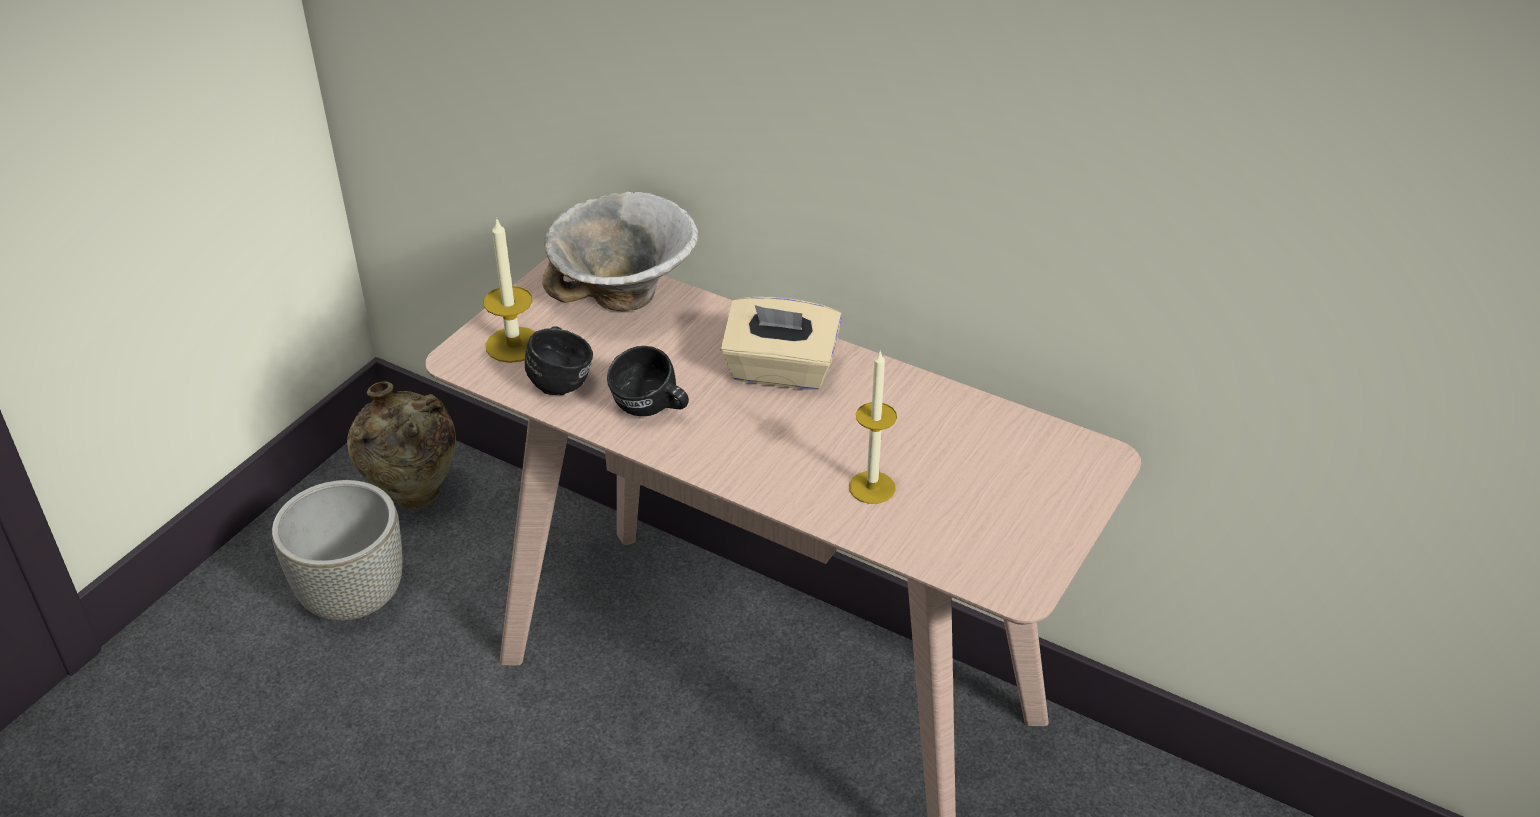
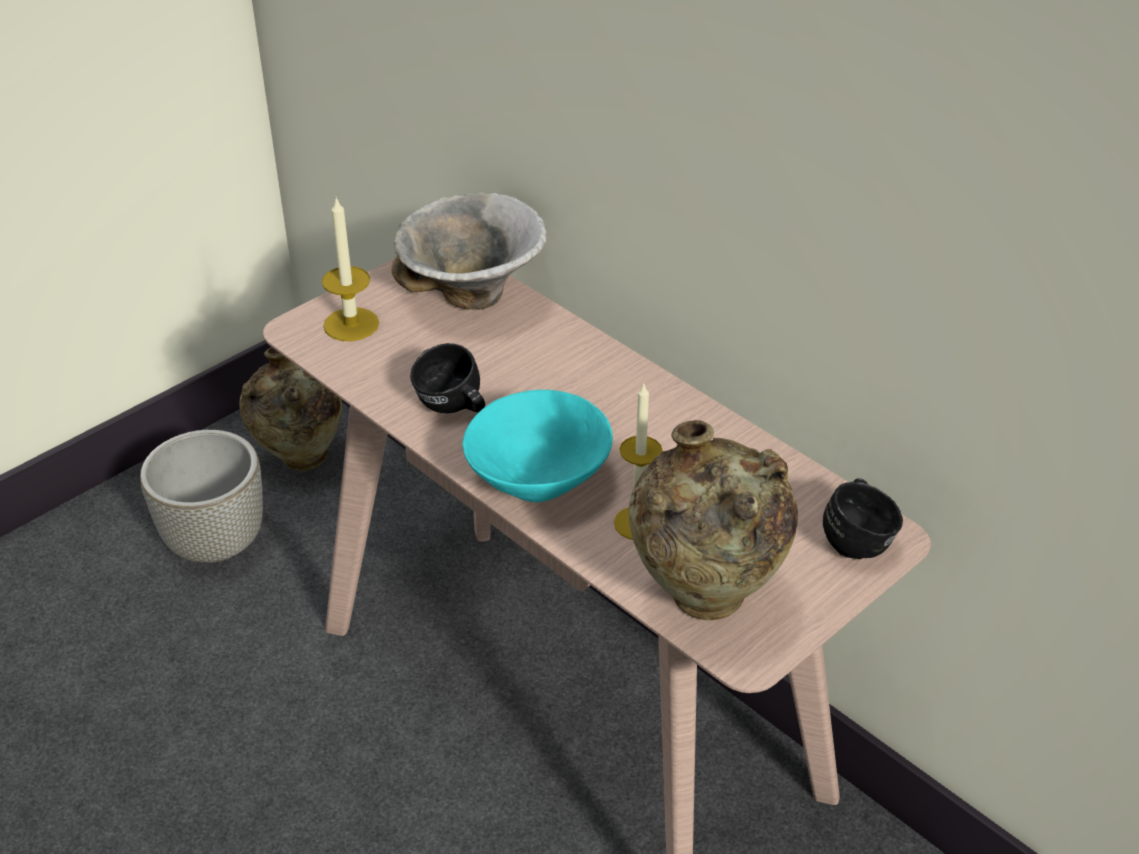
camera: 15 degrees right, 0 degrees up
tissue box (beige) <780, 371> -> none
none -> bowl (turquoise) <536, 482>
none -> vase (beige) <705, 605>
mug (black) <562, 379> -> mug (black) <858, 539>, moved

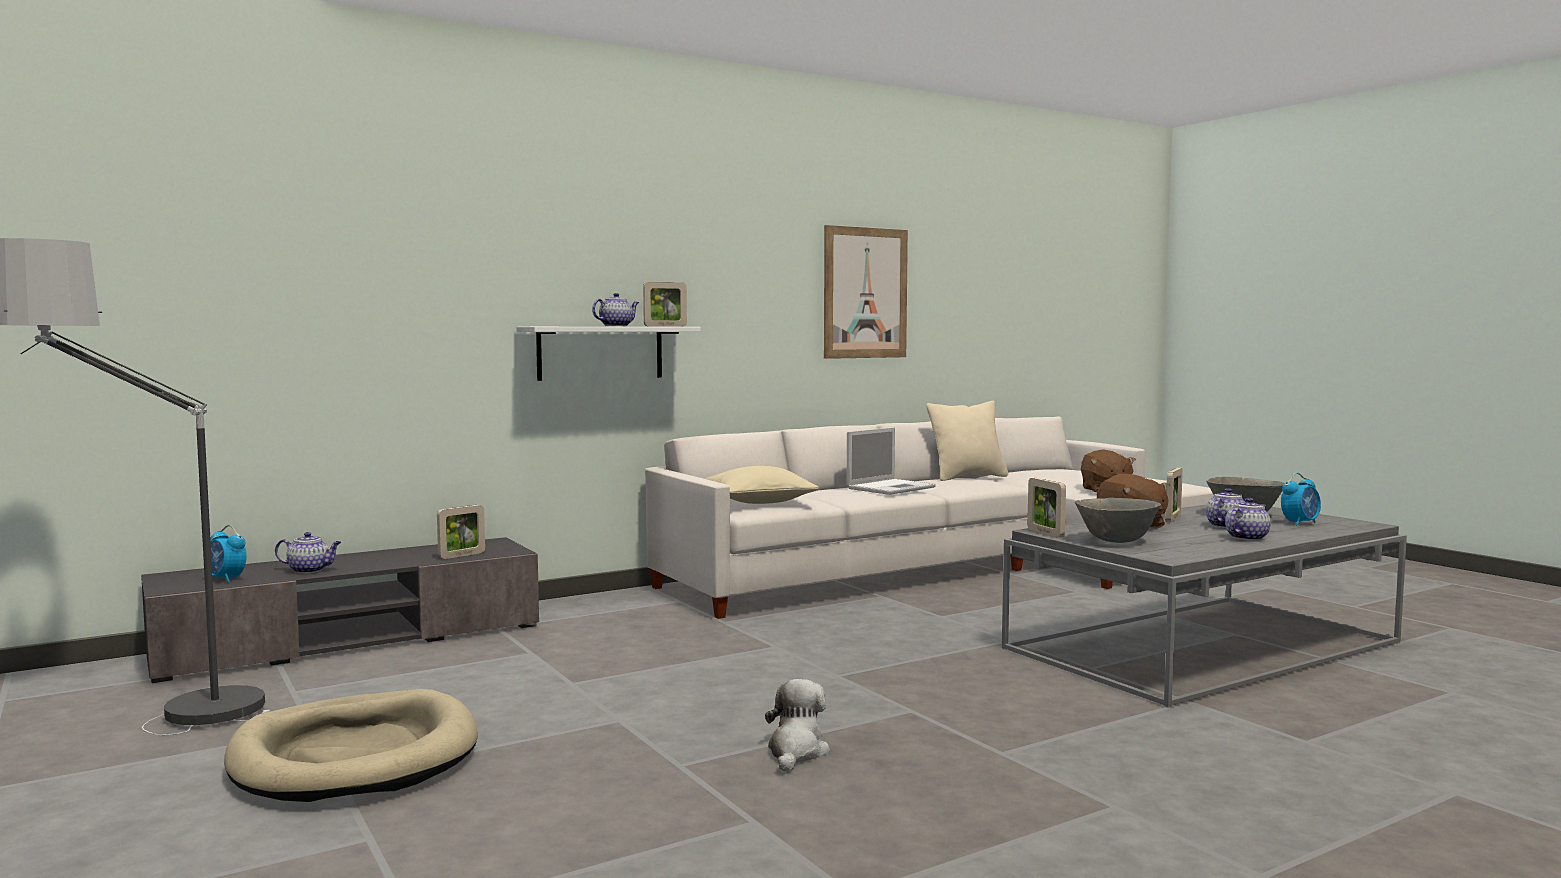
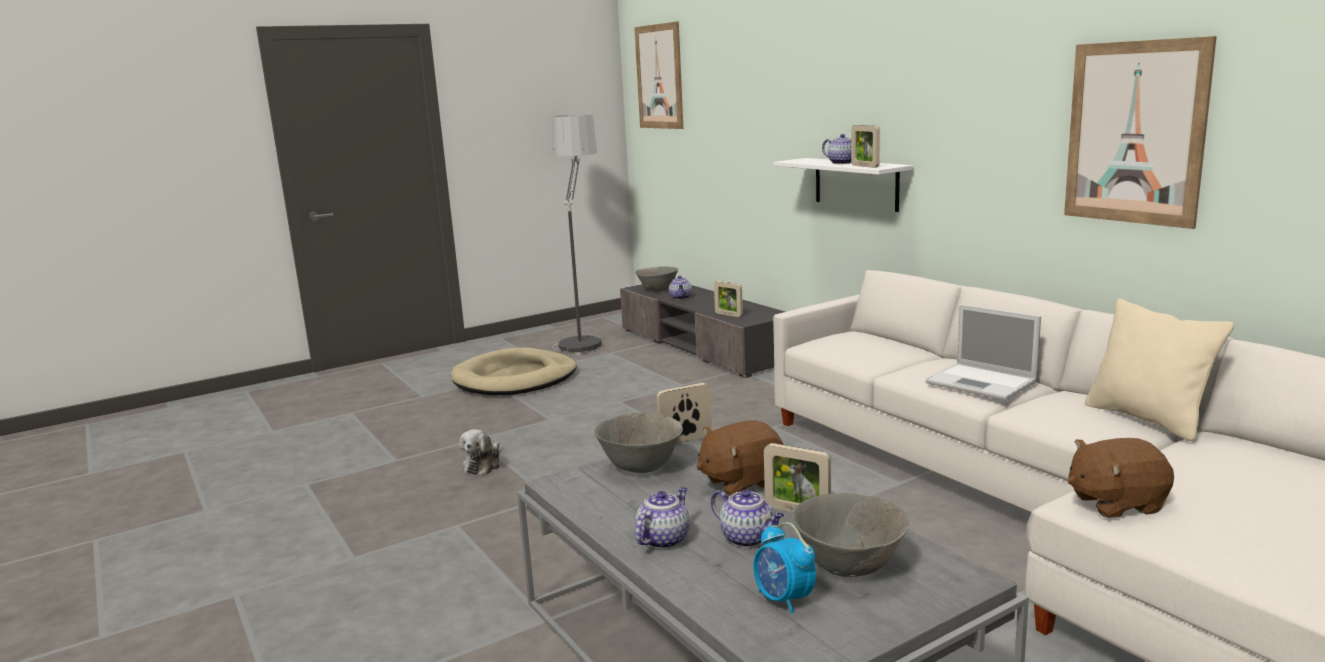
camera: 90 degrees right, 10 degrees up
pillow (beige) <758, 501> -> none
none -> picture <659, 77>
alarm clock <225, 579> -> bowl (grey) <658, 290>
plush toy <796, 752> -> plush toy <483, 465>, 90 degrees clockwise
teapot <1247, 538> -> teapot <663, 539>, 105 degrees counterclockwise

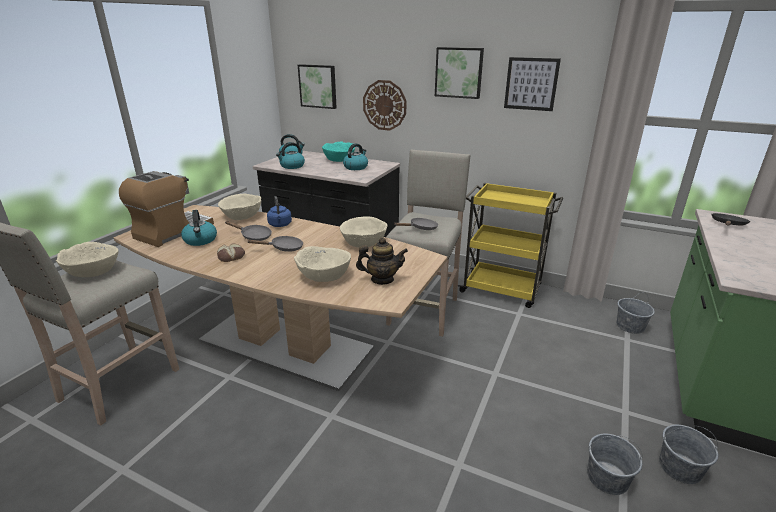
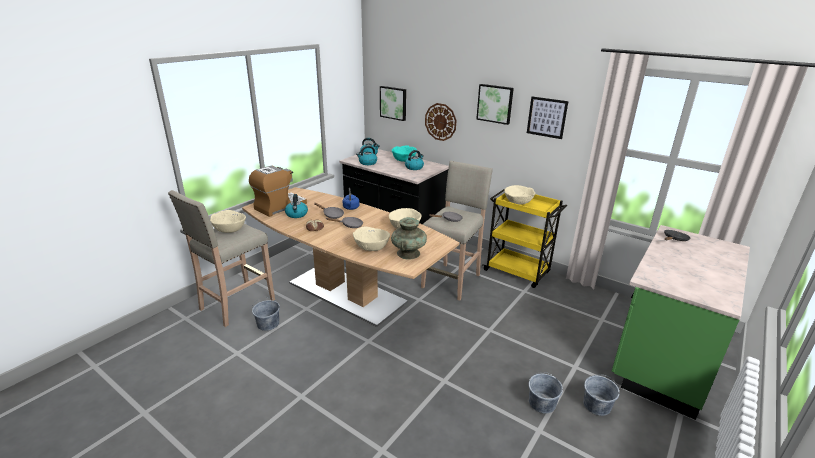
camera: 10 degrees right, 0 degrees up
bowl (beige) <242, 216> -> bowl (beige) <518, 202>, moved
bucket (grey) <630, 326> -> bucket (grey) <268, 324>, moved
teapot <382, 279> -> vase (turquoise) <408, 253>

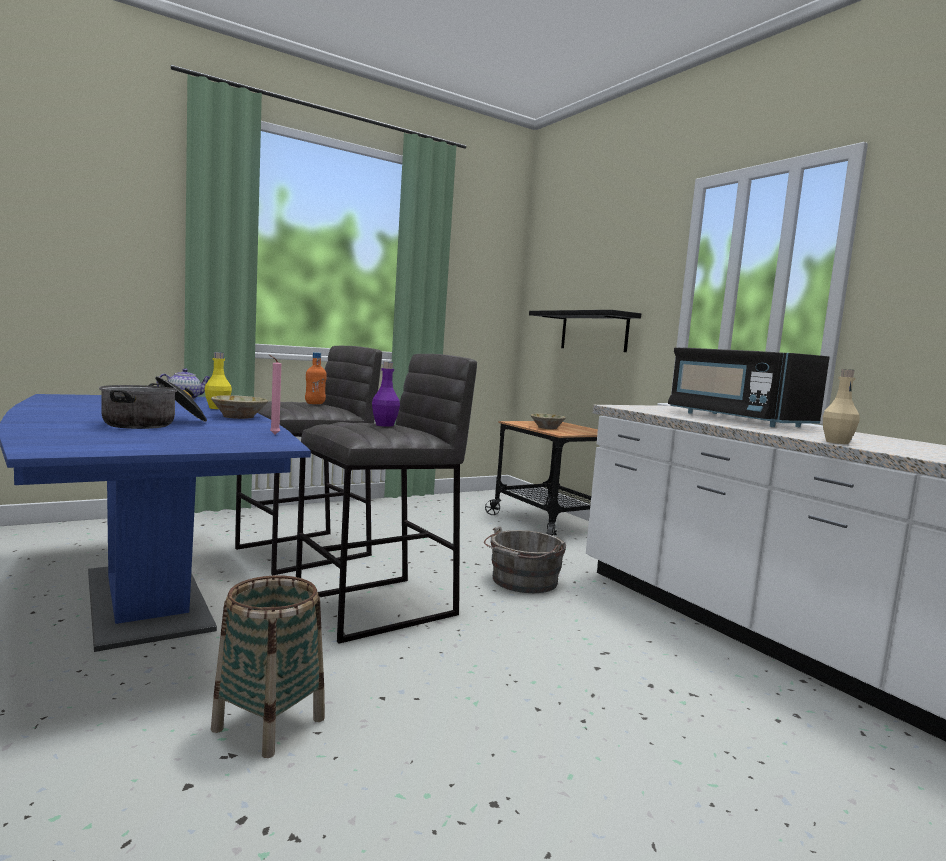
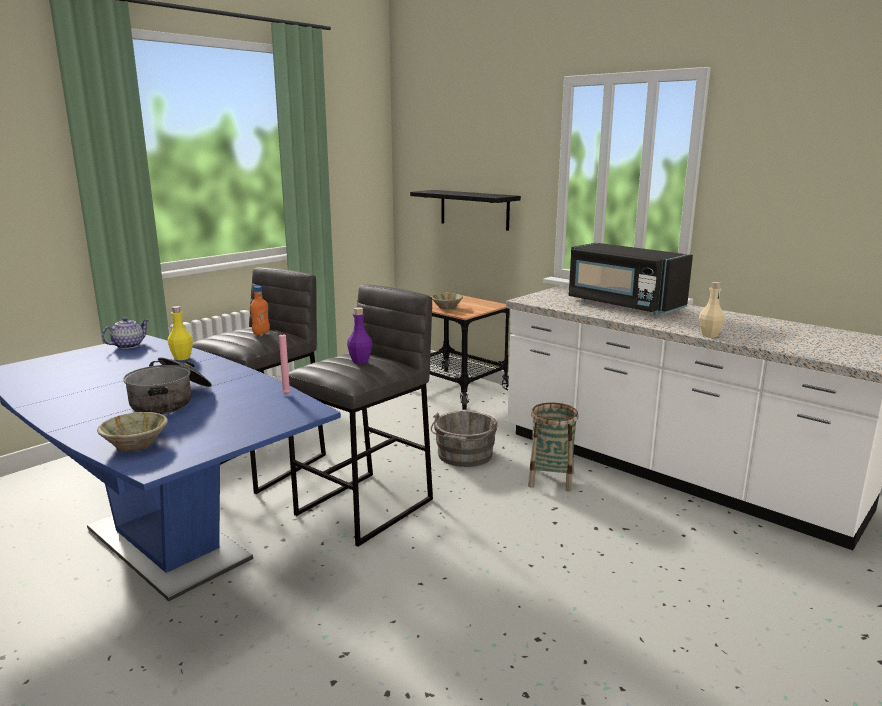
camera: 15 degrees left, 10 degrees up
bowl (beige) <239, 417> -> bowl (beige) <136, 444>, moved
basket <268, 724> -> basket <550, 479>, moved

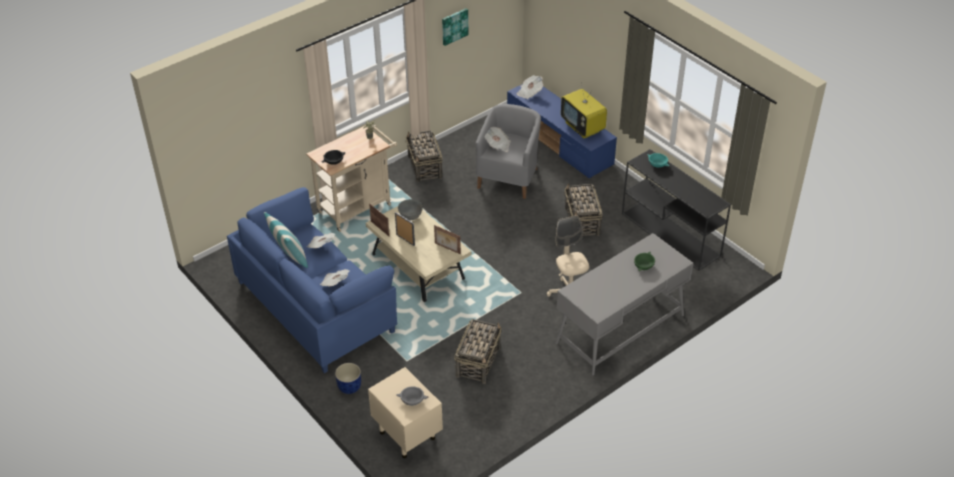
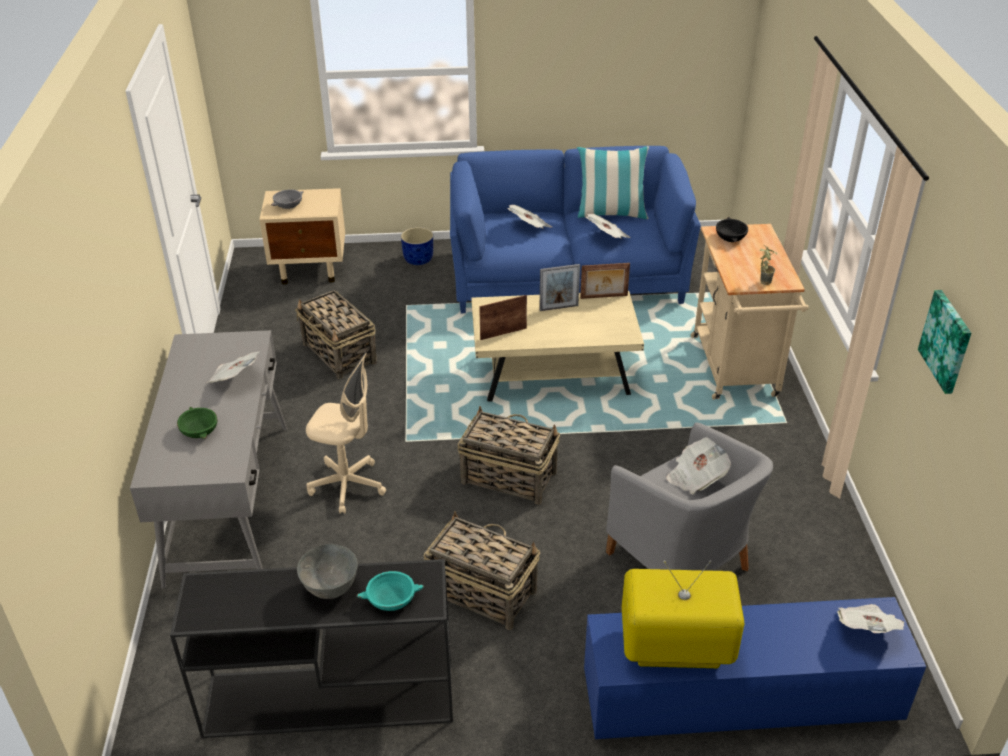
camera: 125 degrees right, 5 degrees down
none -> newspaper <235, 379>
bowl (grey) <410, 217> -> bowl (grey) <331, 588>, moved
basket <425, 167> -> basket <507, 477>, moved

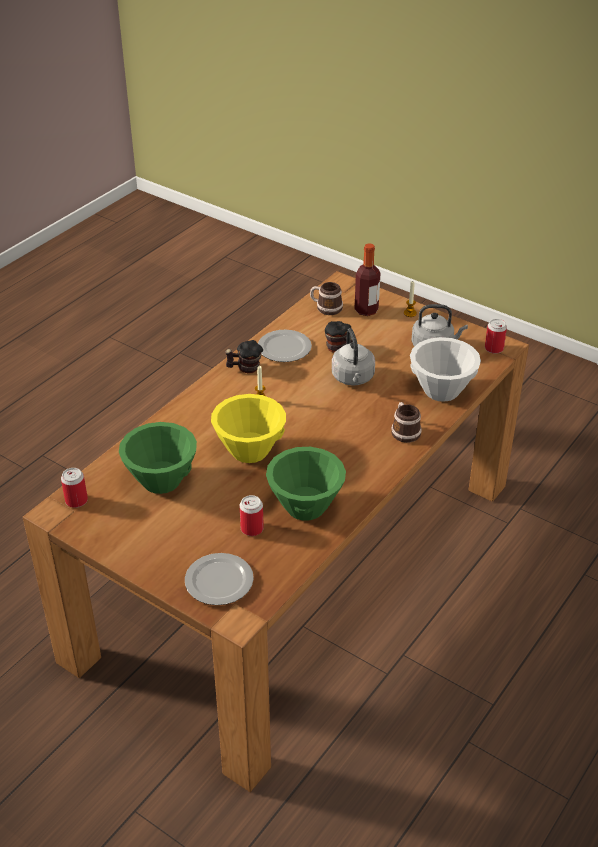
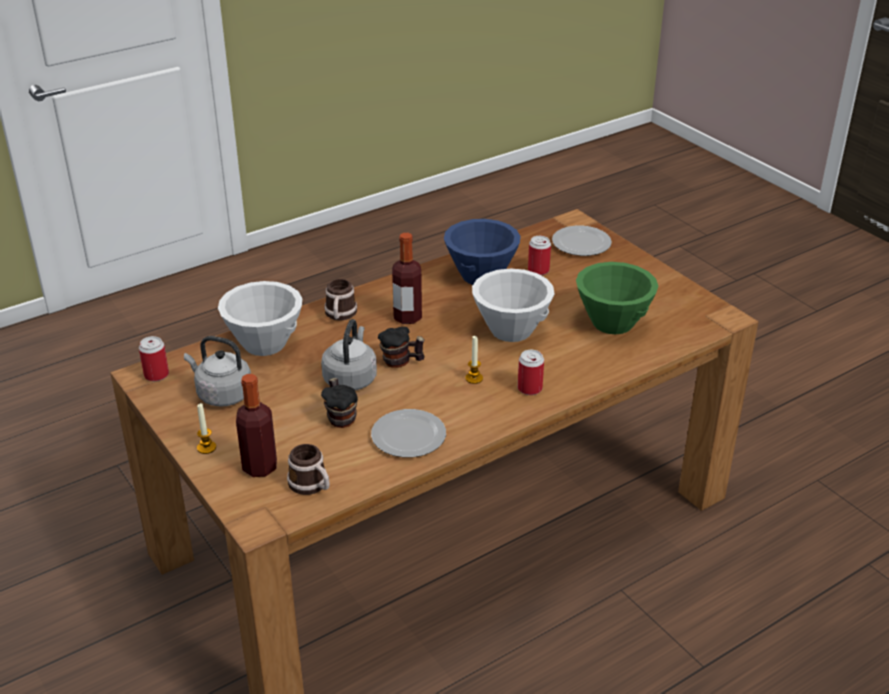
camera: 160 degrees left, 5 degrees down
none -> bottle <407, 317>
can <76, 500> -> can <529, 388>, moved
mug <244, 368> -> mug <401, 362>, moved
bowl (yellow) <249, 450> -> bowl (white) <511, 331>
bowl (green) <306, 506> -> bowl (blue) <480, 276>

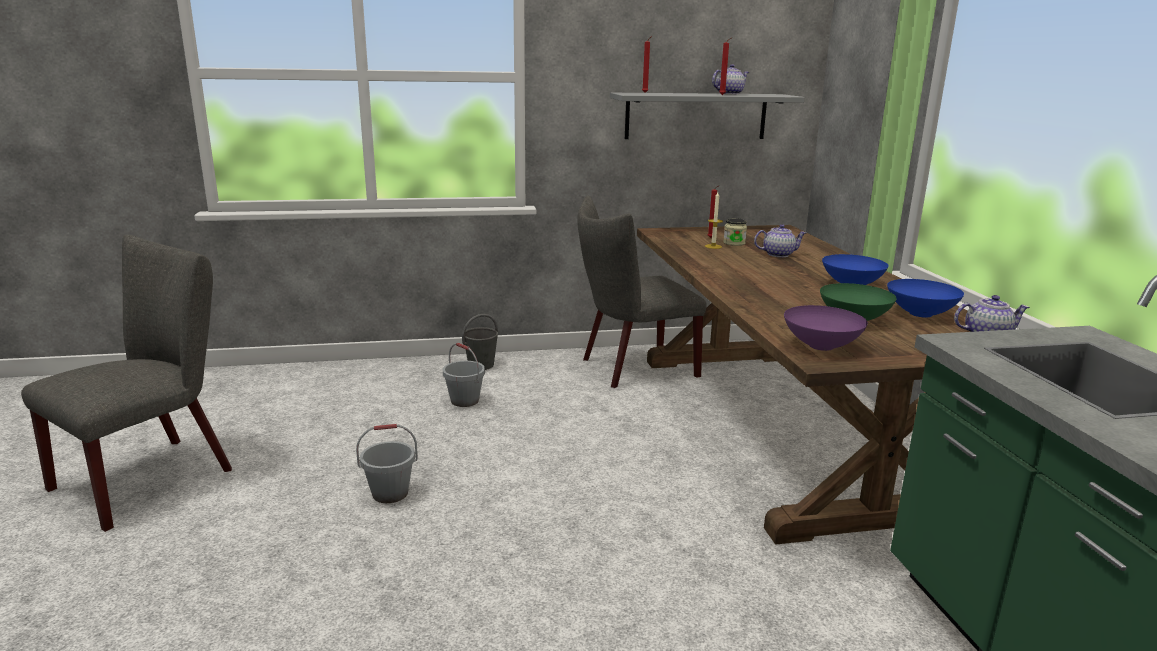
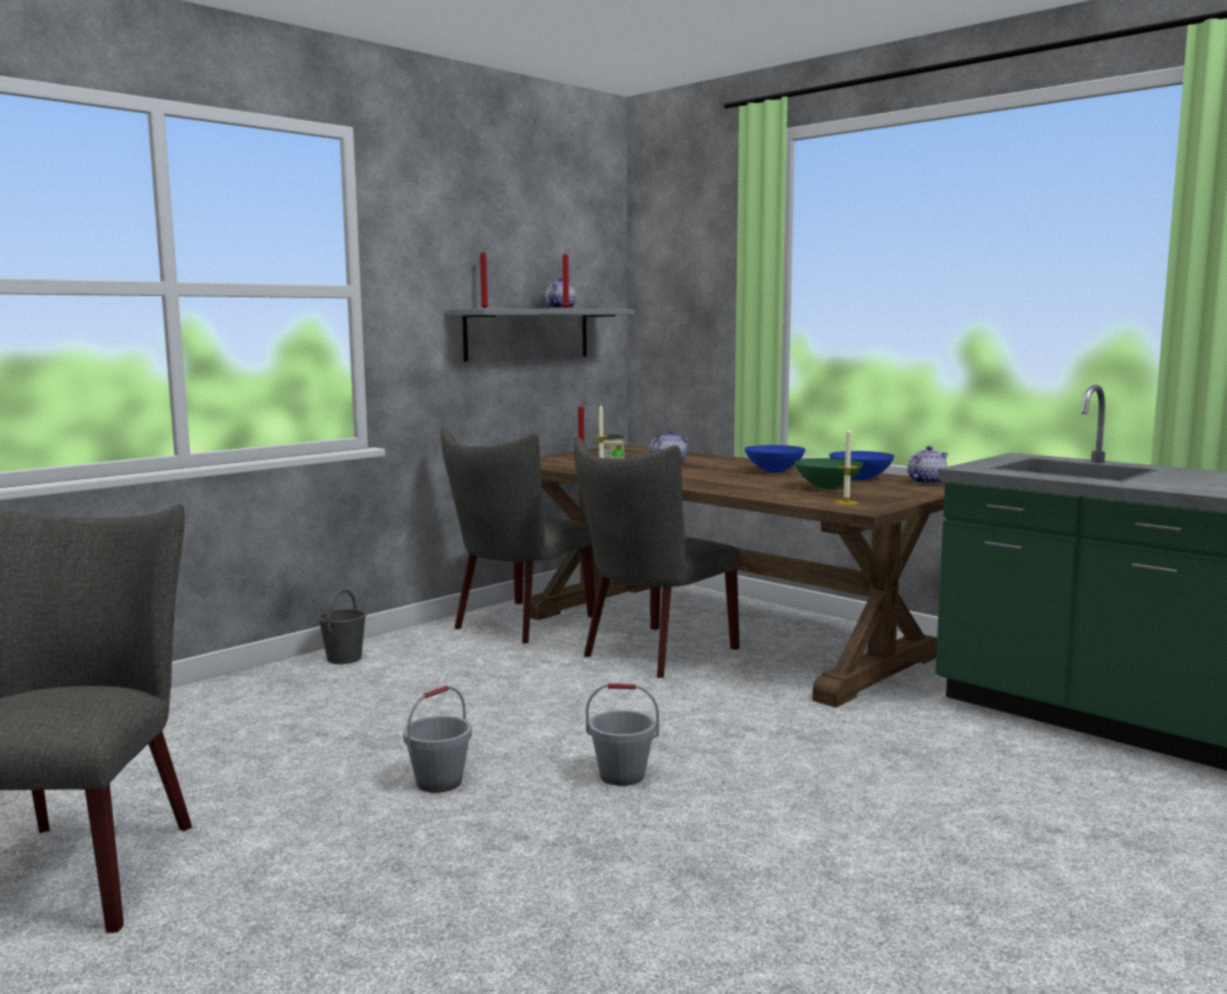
camera: 35 degrees left, 10 degrees down
none -> chair (grey) <653, 654>
bucket (grey) <465, 401> -> bucket (grey) <622, 775>, moved
bowl (purple) <822, 346> -> candle <846, 502>

